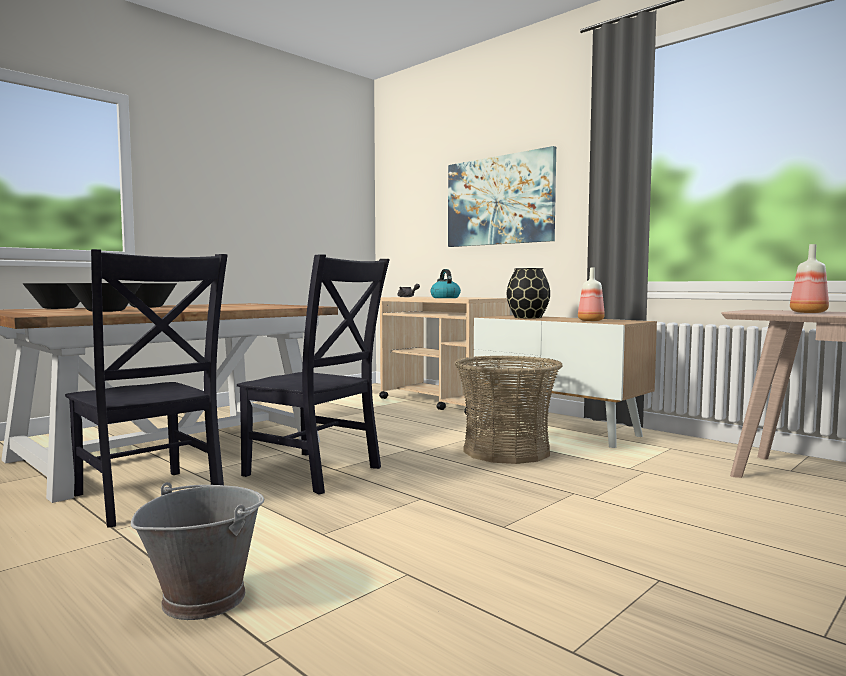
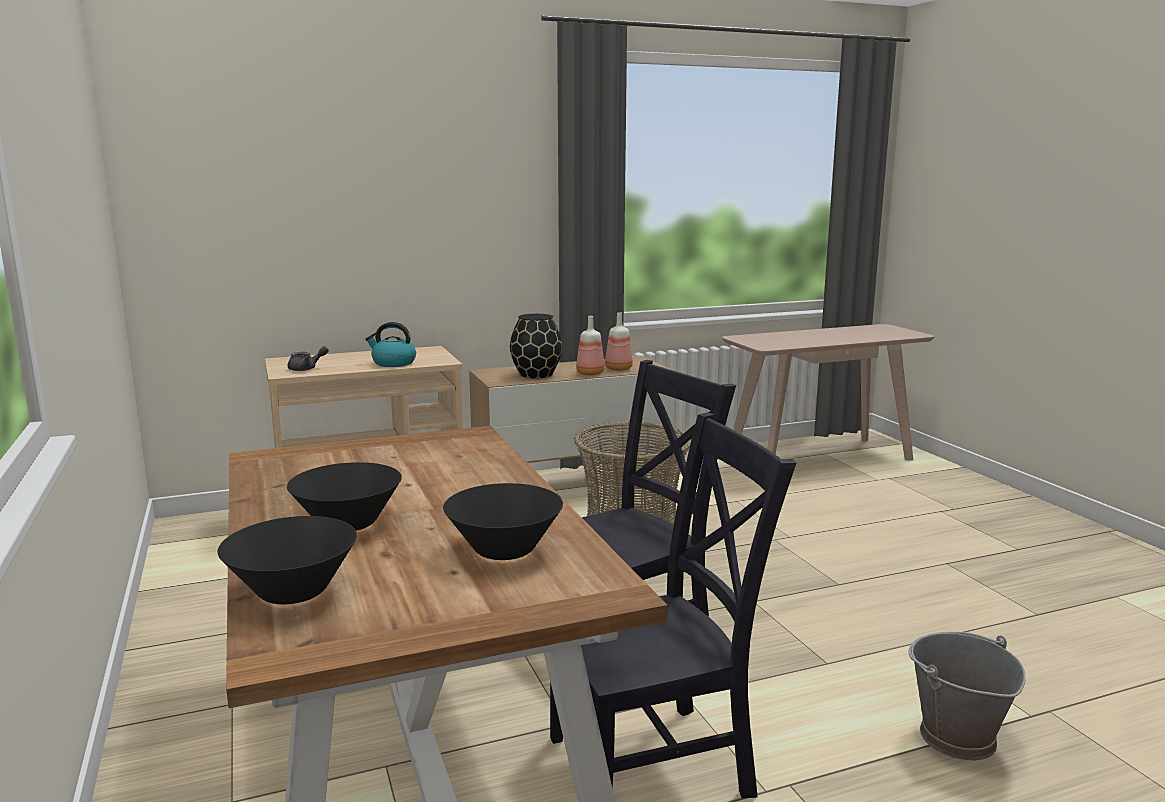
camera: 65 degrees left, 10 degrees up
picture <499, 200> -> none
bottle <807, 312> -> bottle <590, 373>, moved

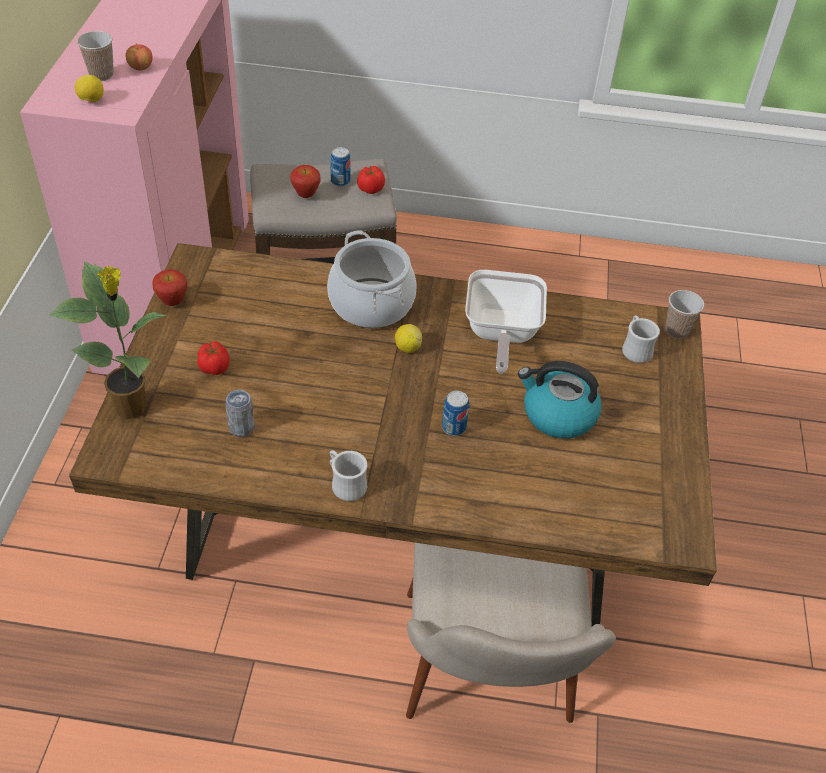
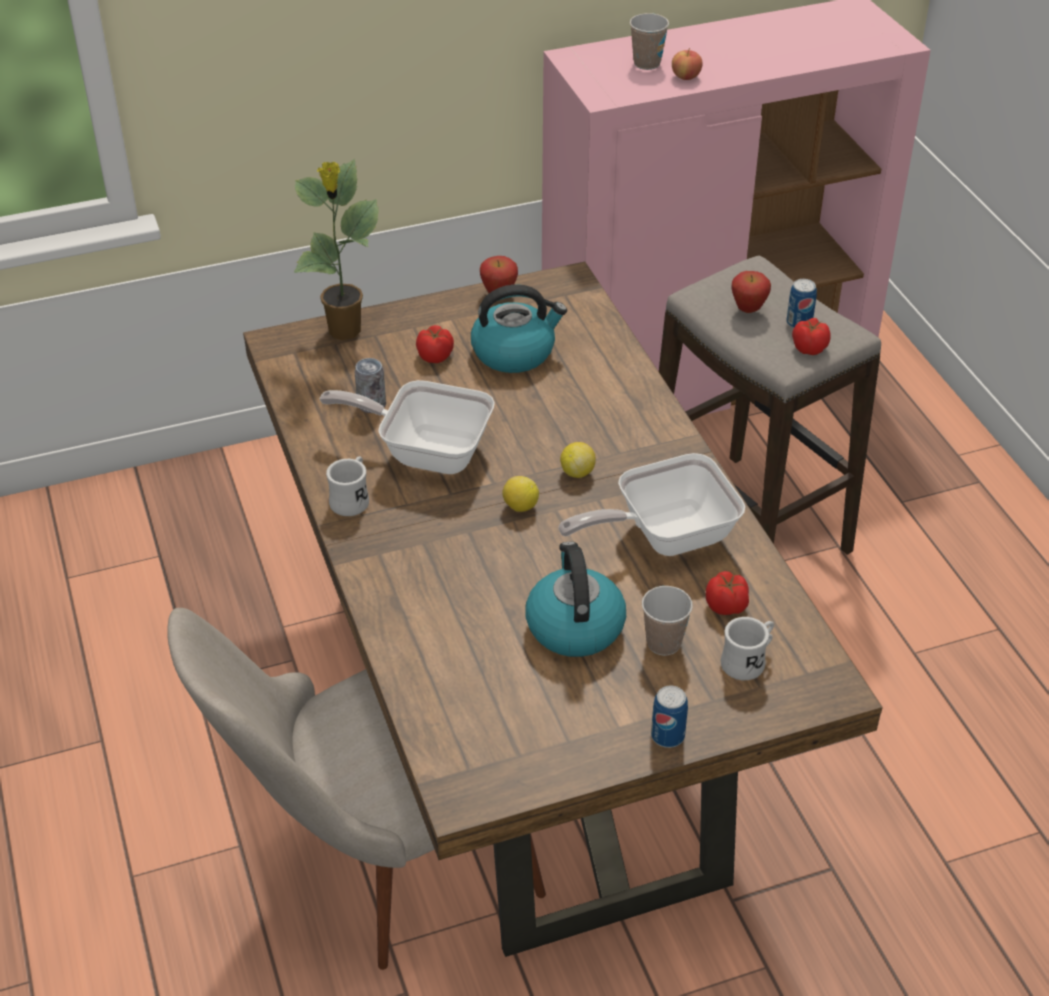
camera: 65 degrees right, 5 degrees down
cooking pot <371, 304> -> none
none -> frying pan <426, 451>
none -> kettle <514, 352>
none -> tomato <727, 606>
lemon <91, 100> -> lemon <520, 506>, moved
can <454, 427> -> can <667, 736>, moved
cup <676, 330> -> cup <663, 643>, moved

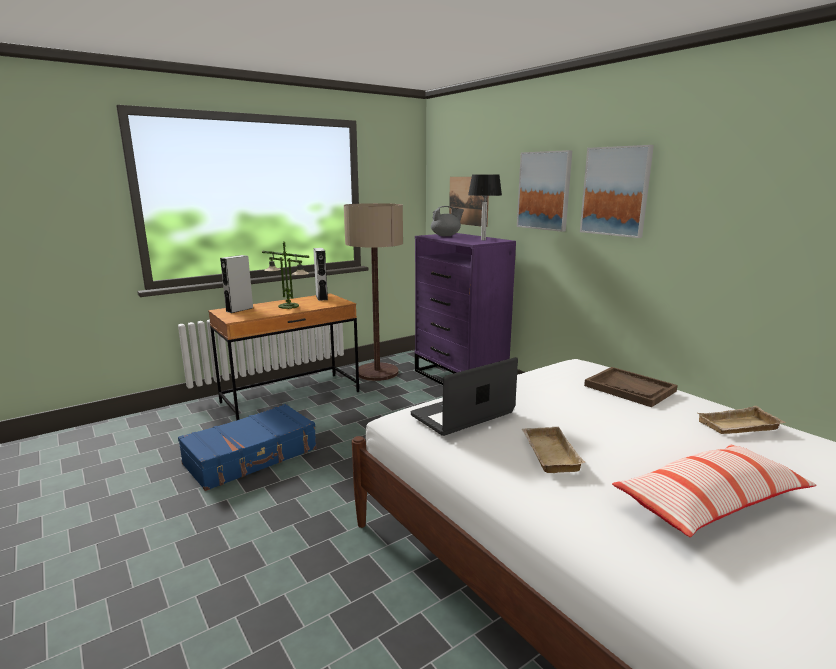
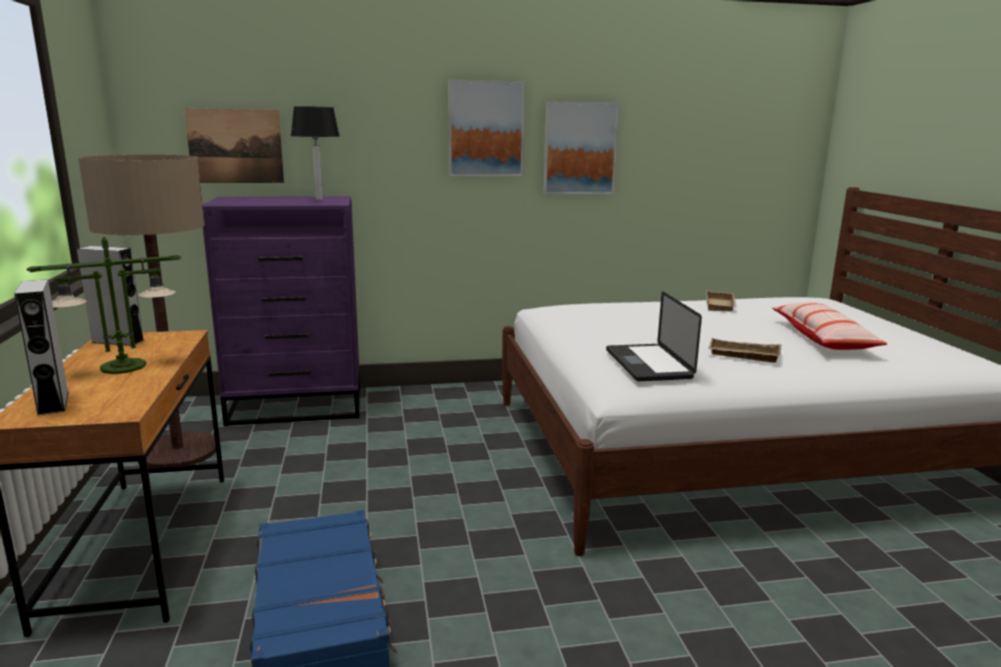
camera: 65 degrees left, 0 degrees up
teapot (grey) <446, 236> -> none
tray (brown) <630, 388> -> none
picture <544, 191> -> picture <579, 148>, moved

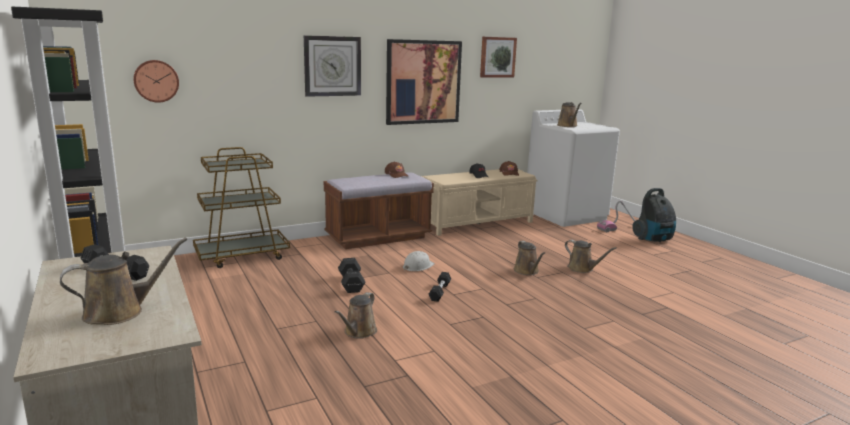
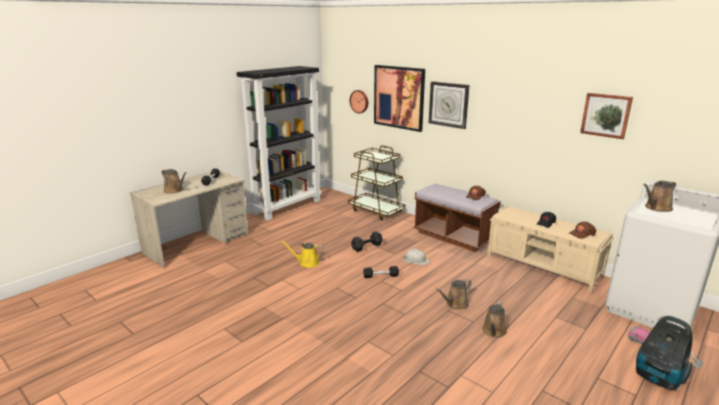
camera: 70 degrees right, 5 degrees up
picture <423, 82> -> picture <398, 97>, moved
watering can (brown) <359, 332> -> watering can (yellow) <307, 263>

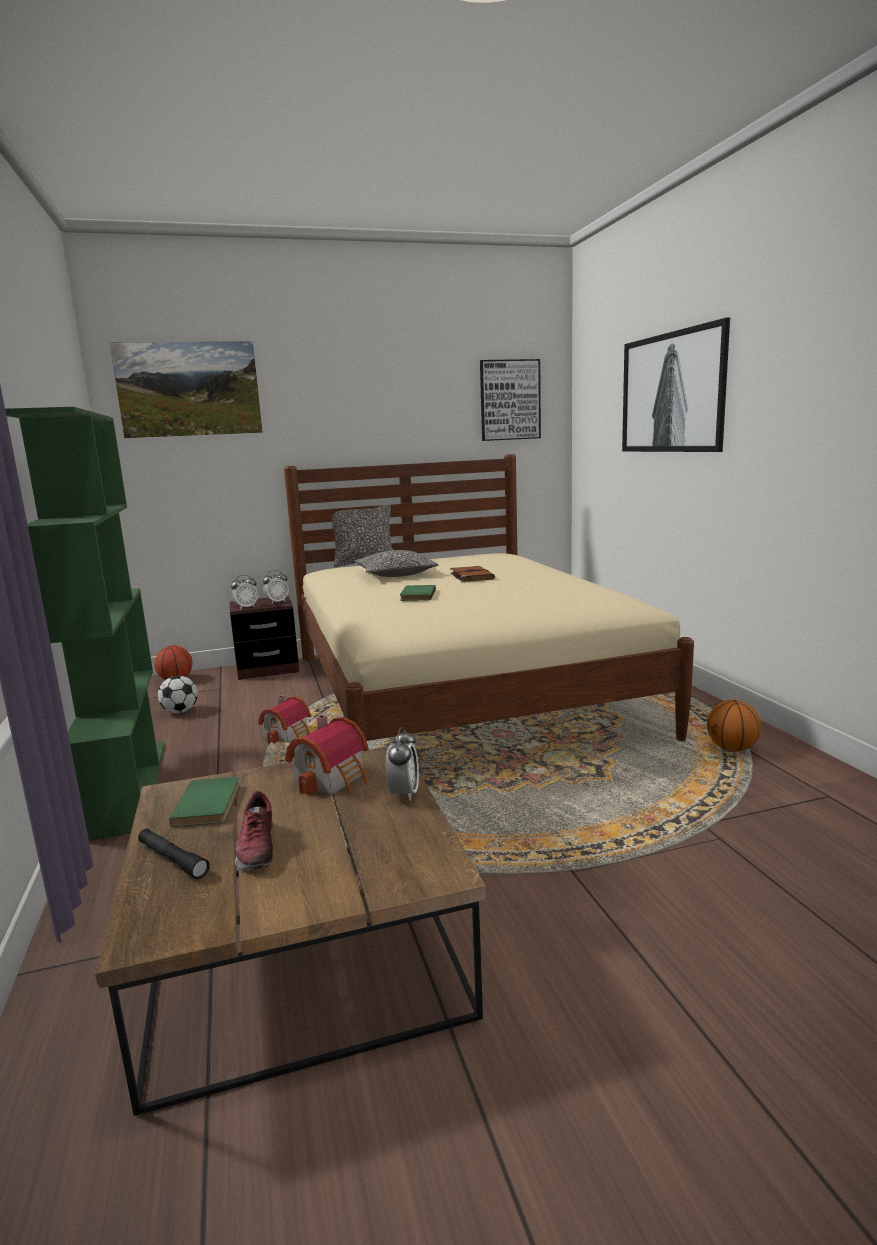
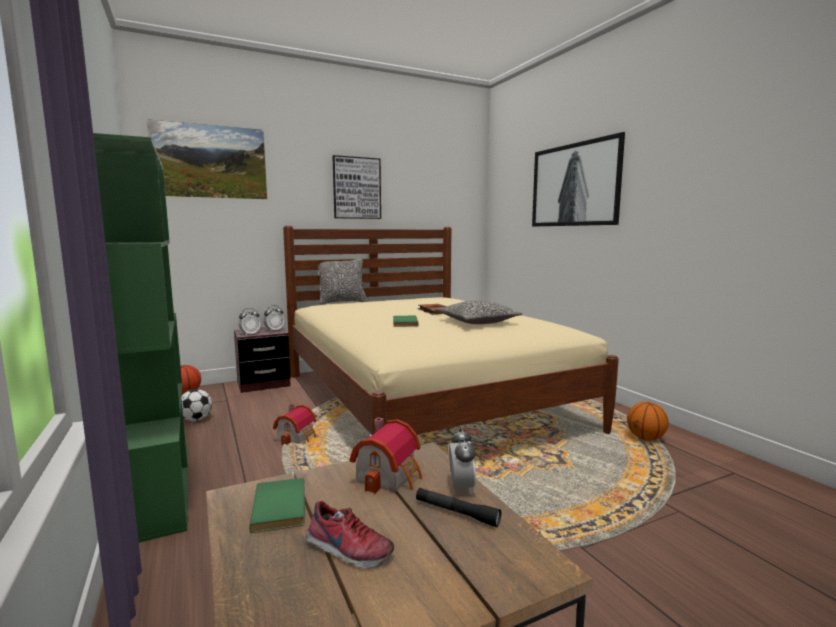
camera: 10 degrees left, 5 degrees down
flashlight (black) <172, 860> -> flashlight (black) <456, 513>, moved
pillow <395, 574> -> pillow <477, 322>, moved
picture <510, 400> -> picture <356, 188>, moved
shoe <255, 847> -> shoe <347, 551>, 45 degrees counterclockwise

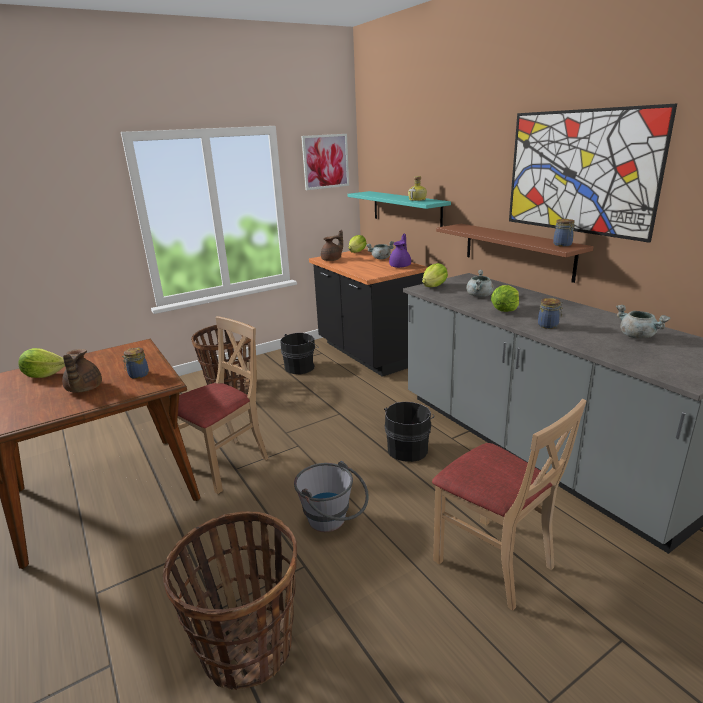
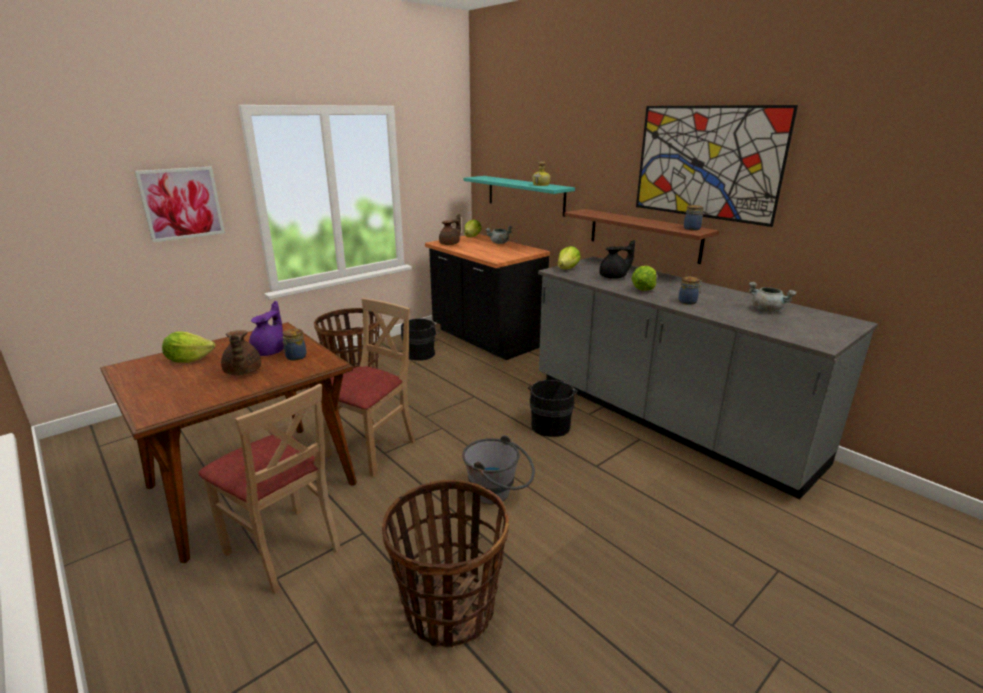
camera: 10 degrees left, 0 degrees up
picture <325, 161> -> picture <181, 203>, moved
teapot (purple) <401, 266> -> teapot (purple) <270, 351>, moved
chair (beige) <494, 561> -> chair (beige) <284, 549>, moved
cooking pot (grey) <479, 296> -> teapot (black) <614, 277>

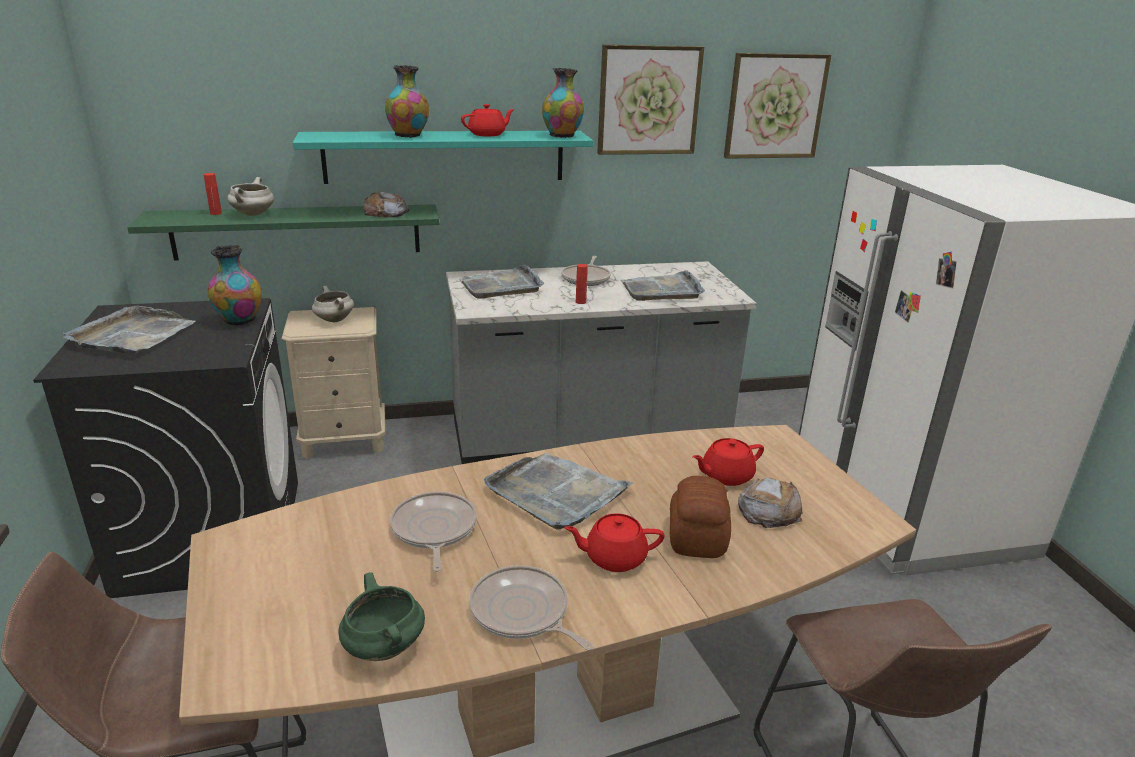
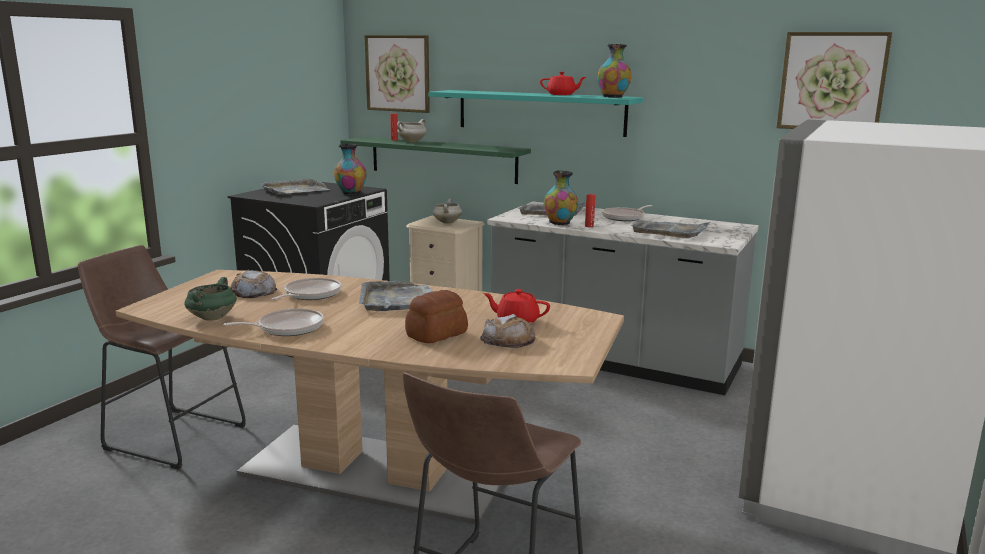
camera: 40 degrees right, 10 degrees down
teapot (red) <614, 557> -> none
bread <386, 212> -> bread <253, 292>, moved
vase <409, 136> -> vase <560, 223>, moved
picture <648, 100> -> picture <398, 73>, moved
frying pan <522, 613> -> frying pan <287, 328>, 75 degrees clockwise

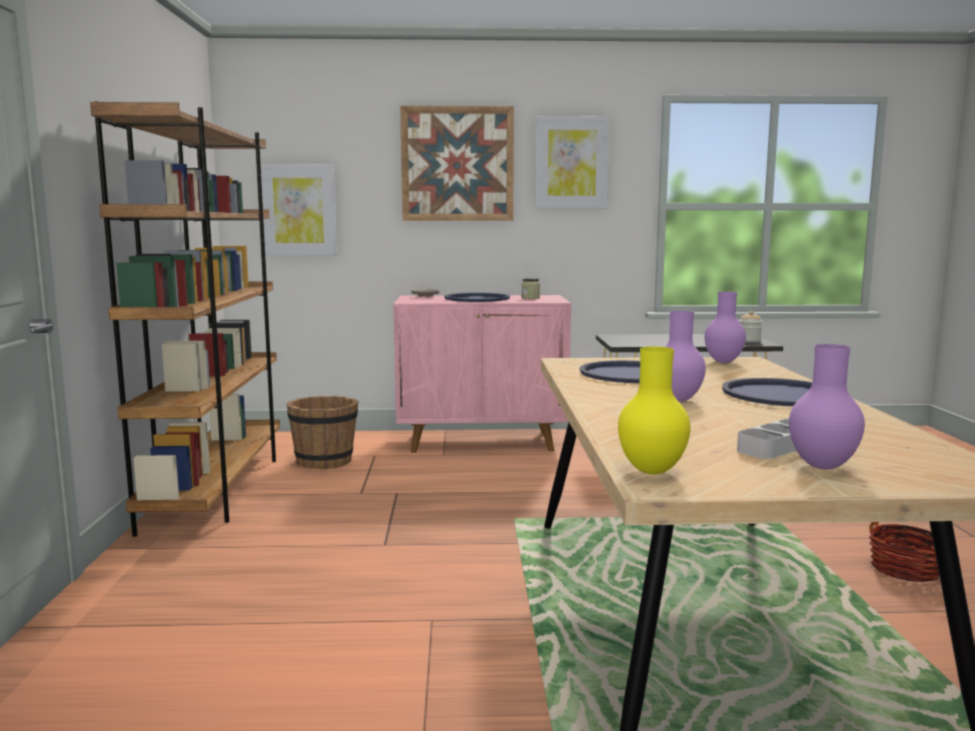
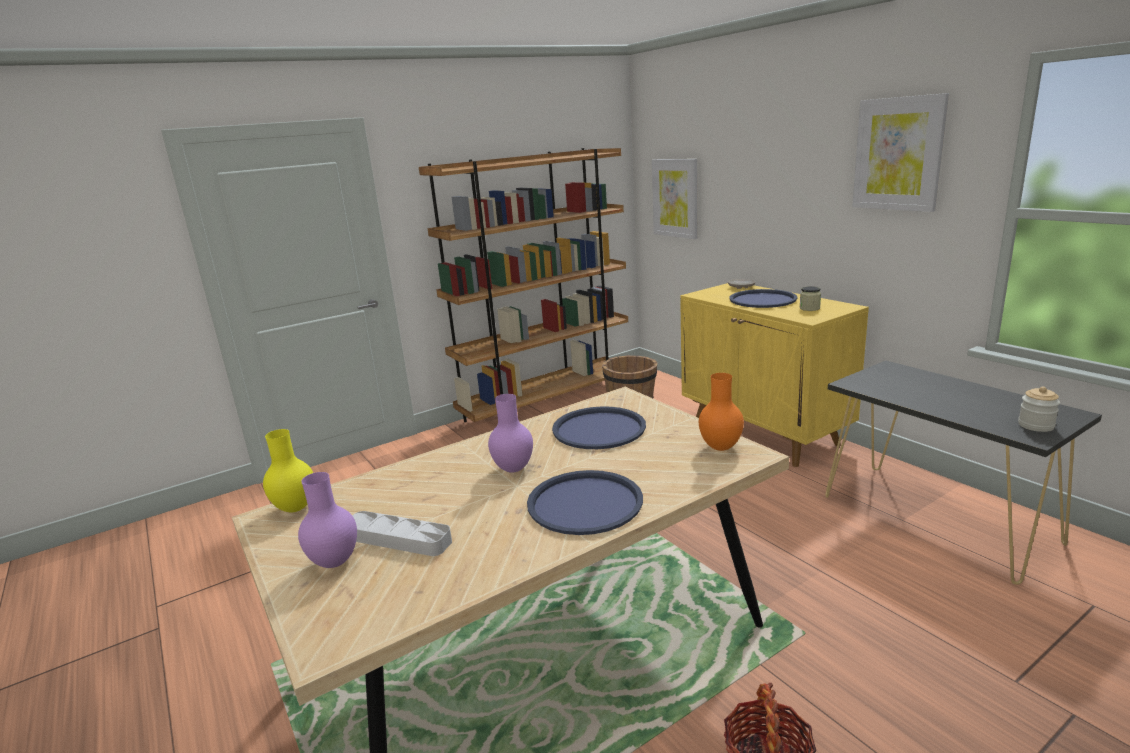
camera: 60 degrees right, 10 degrees up
picture <457, 164> -> none
cabinet (pink) <483, 441> -> cabinet (yellow) <764, 433>
vase (purple) <723, 361> -> vase (orange) <721, 447>

